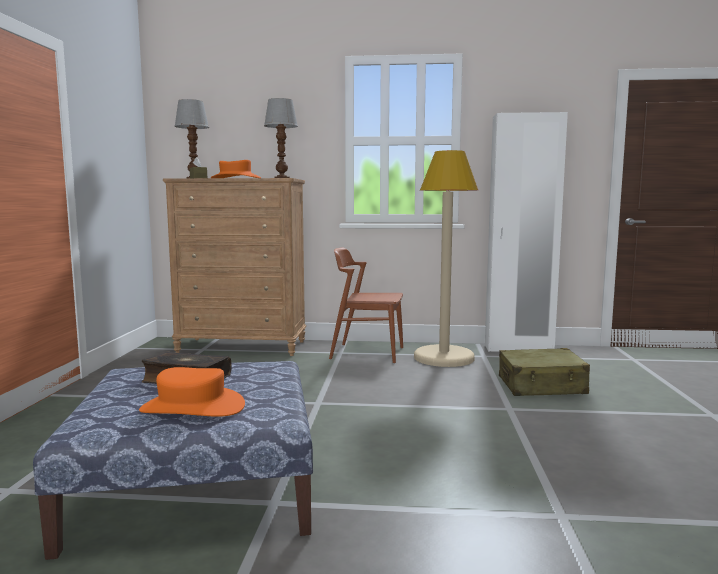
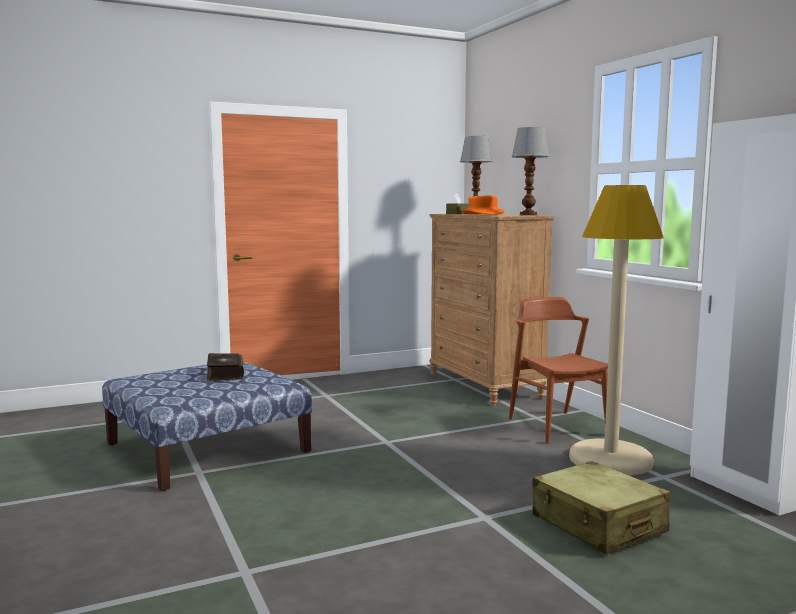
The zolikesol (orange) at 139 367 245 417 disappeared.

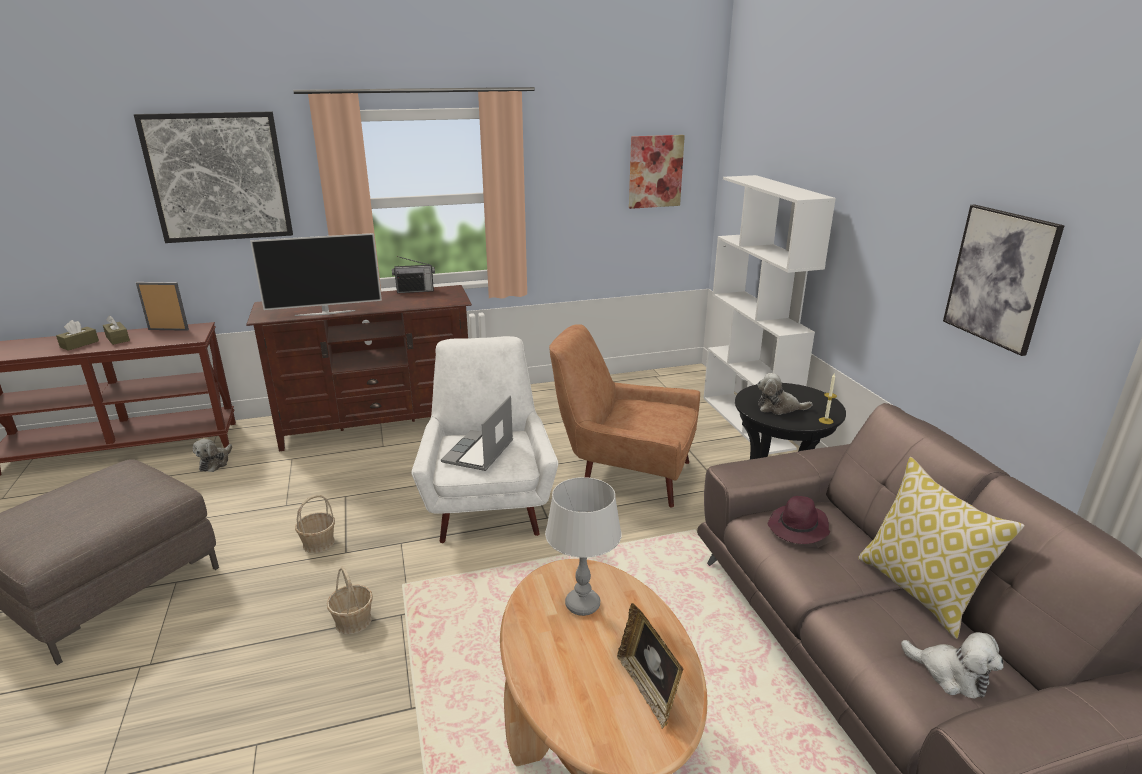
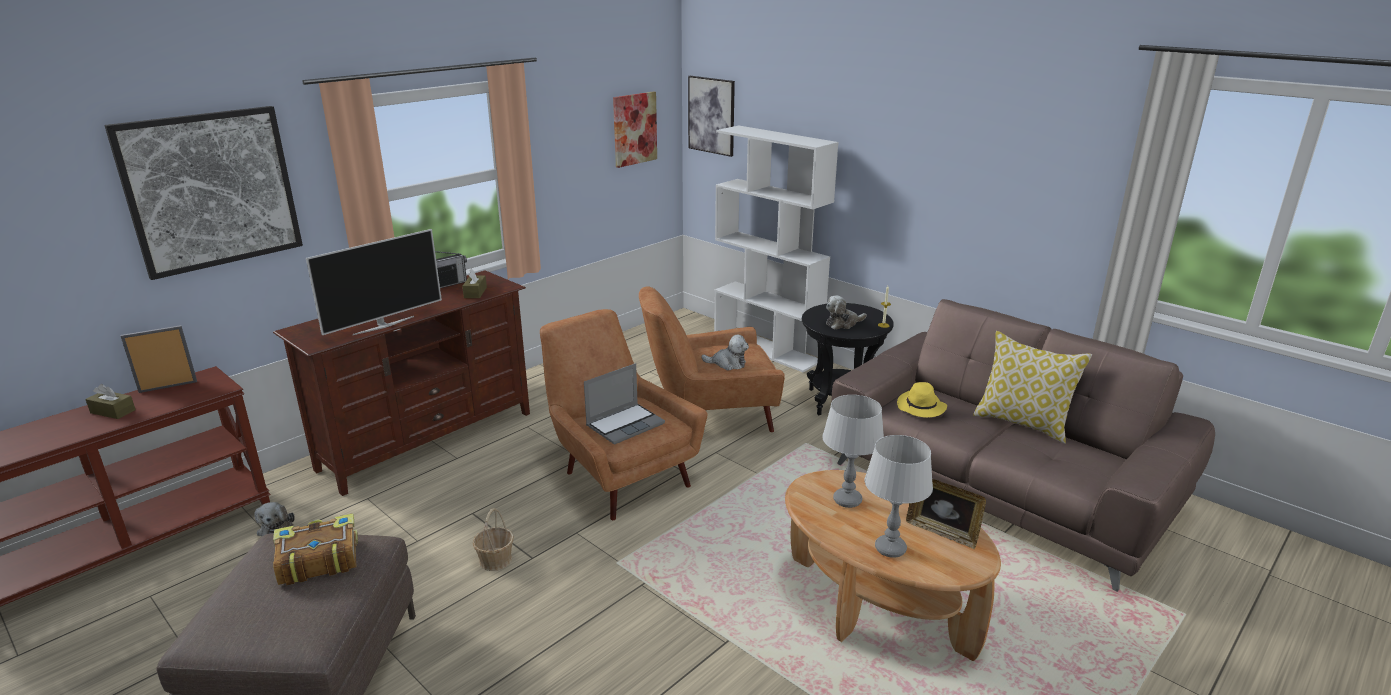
The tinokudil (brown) moved from 56 320 99 351 to 462 268 487 298.
The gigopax at 327 567 373 634 disappeared.
The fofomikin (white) at 412 336 558 543 became the fofomikin (brown) at 540 309 707 520.
The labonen at 441 396 513 471 turned 120 degrees counterclockwise.
The zolikesol (purple) at 768 496 830 544 became the zolikesol (yellow) at 897 382 947 418.
The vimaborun moved from 901 632 1004 699 to 701 335 749 370.
The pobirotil moved from 943 204 1065 356 to 688 76 735 157.
The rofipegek at 273 513 358 585 appeared.
The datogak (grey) at 865 435 933 558 appeared.

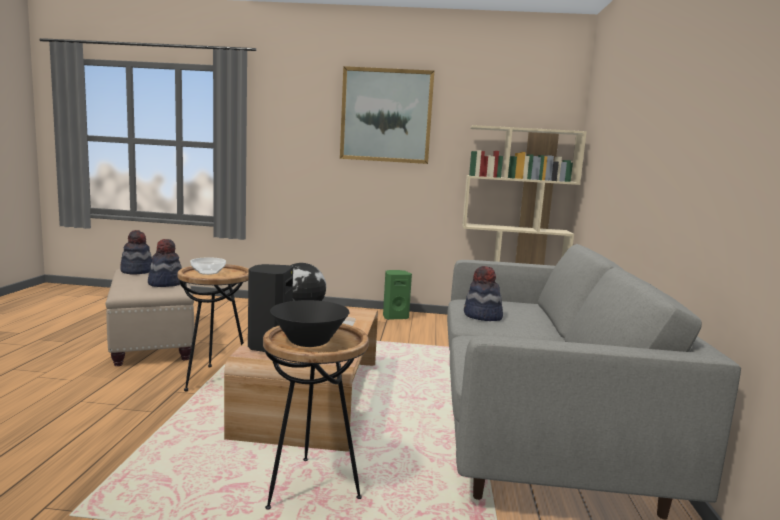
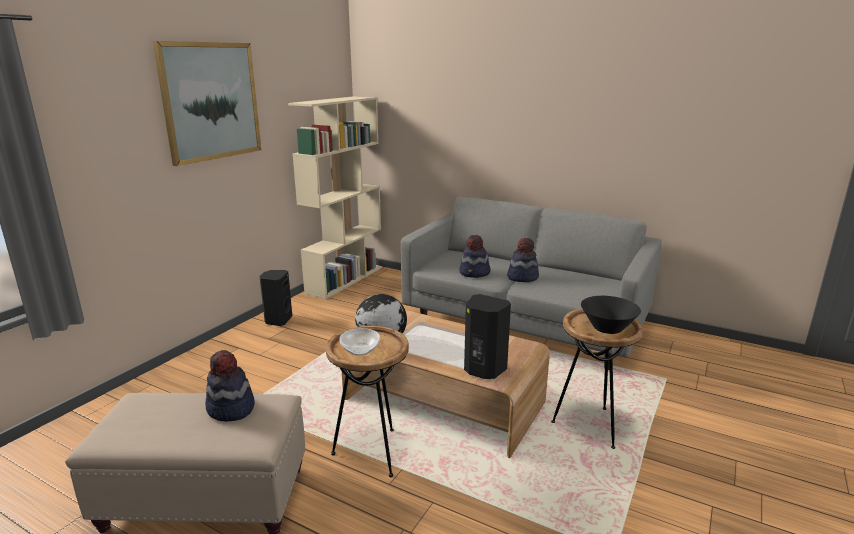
The zolikesol moved from 120 230 152 275 to 507 238 539 282.
The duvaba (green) at 383 270 412 320 became the duvaba (black) at 259 270 292 326.

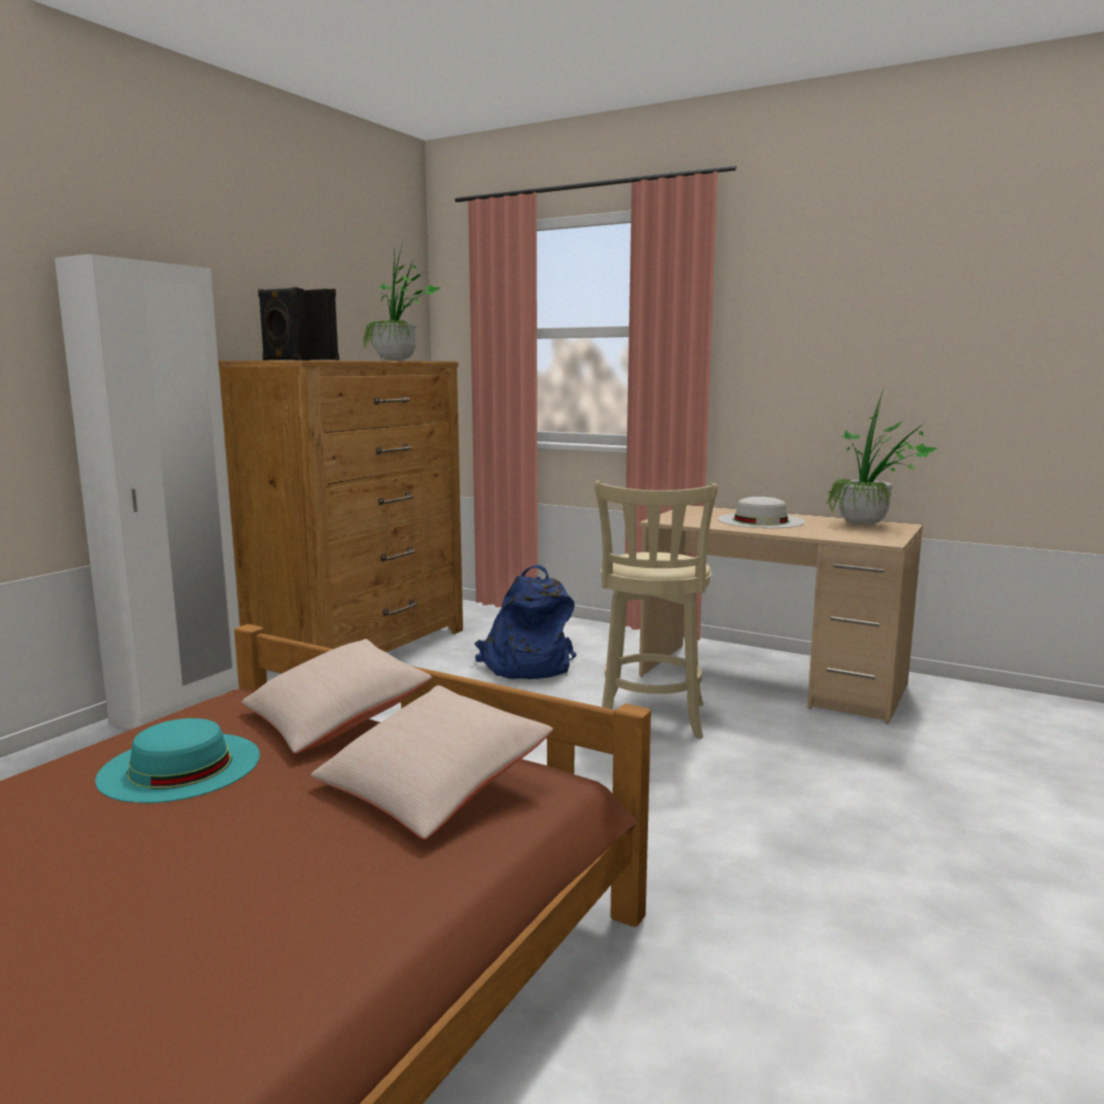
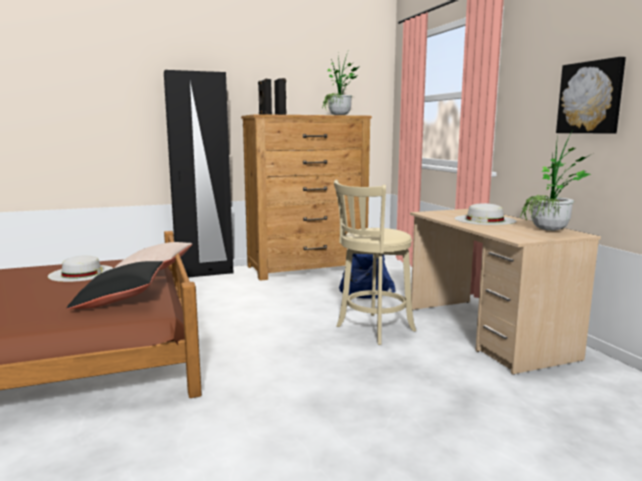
The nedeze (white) at 55 254 239 730 became the nedeze (black) at 164 70 233 278.
The zolikesol (turquoise) at 95 718 260 803 became the zolikesol (white) at 48 255 113 282.
The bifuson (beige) at 311 685 553 840 became the bifuson (black) at 67 261 163 309.
The pobirotil at 556 57 626 134 appeared.

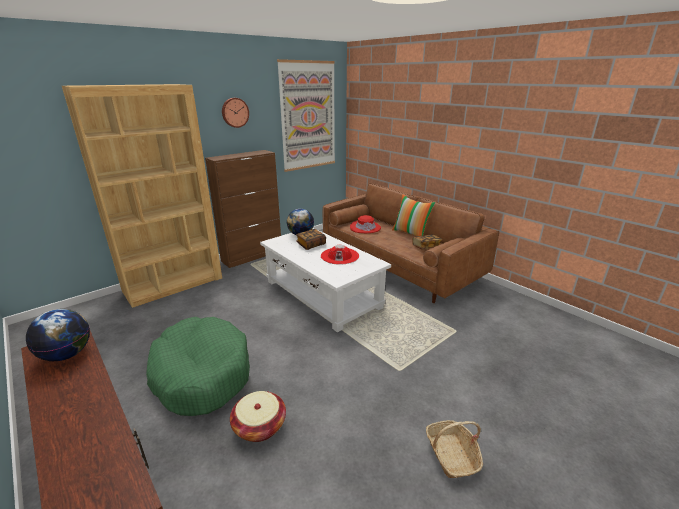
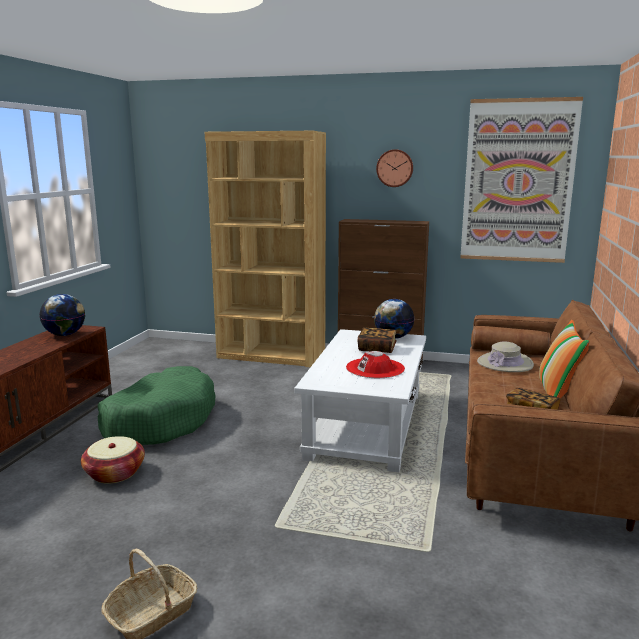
The zolikesol (red) at 350 215 381 233 became the zolikesol (beige) at 477 341 534 372.

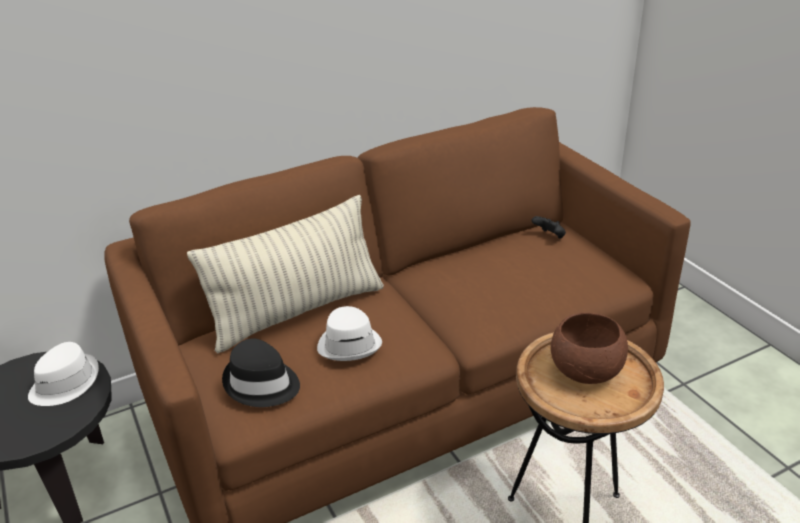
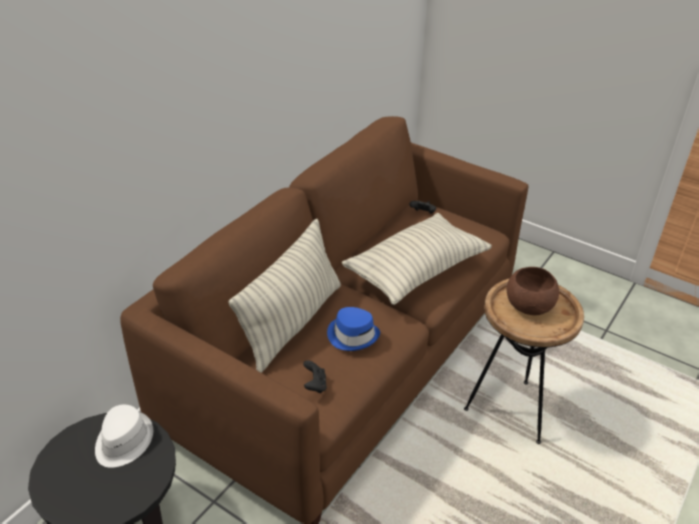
The zolikesol (black) at 222 338 300 407 was replaced by the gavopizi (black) at 303 360 327 393.
The zolikesol (white) at 317 306 382 361 became the zolikesol (blue) at 327 307 380 351.
The bifuson at 342 213 492 305 appeared.

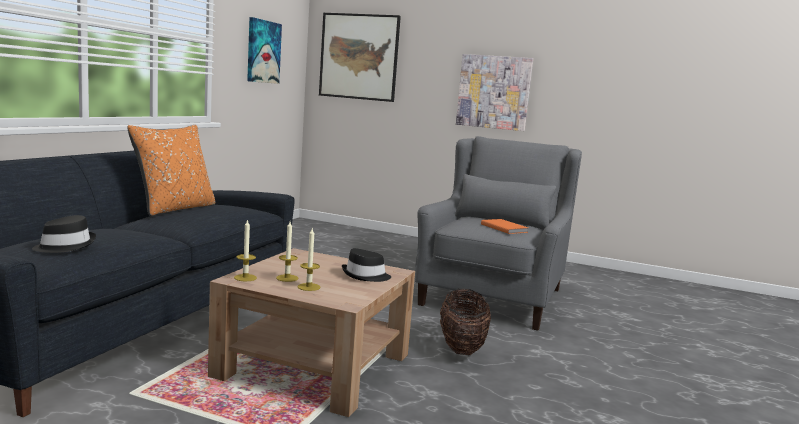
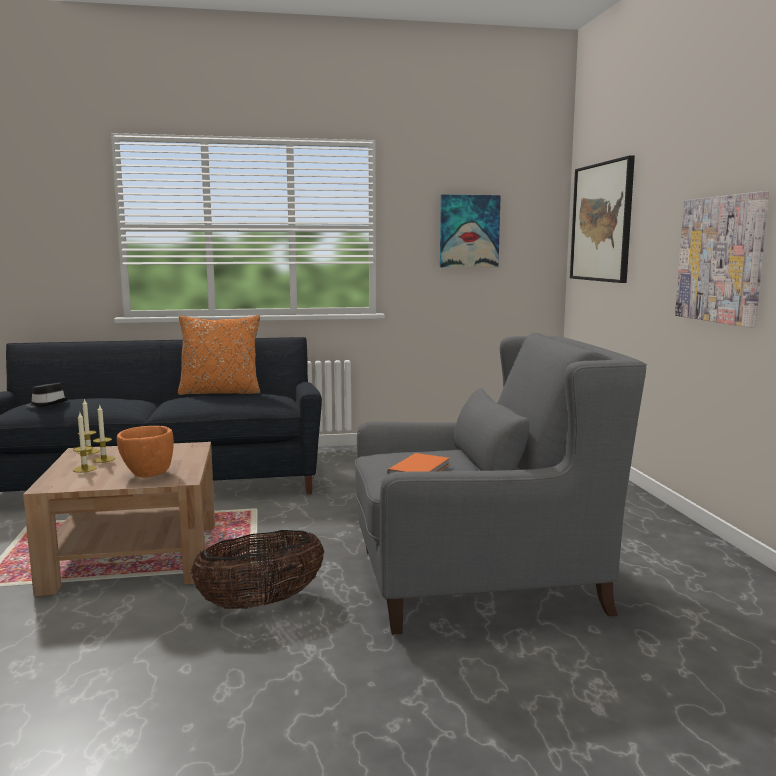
The zolikesol (black) at 342 248 391 282 was replaced by the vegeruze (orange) at 117 426 174 477.

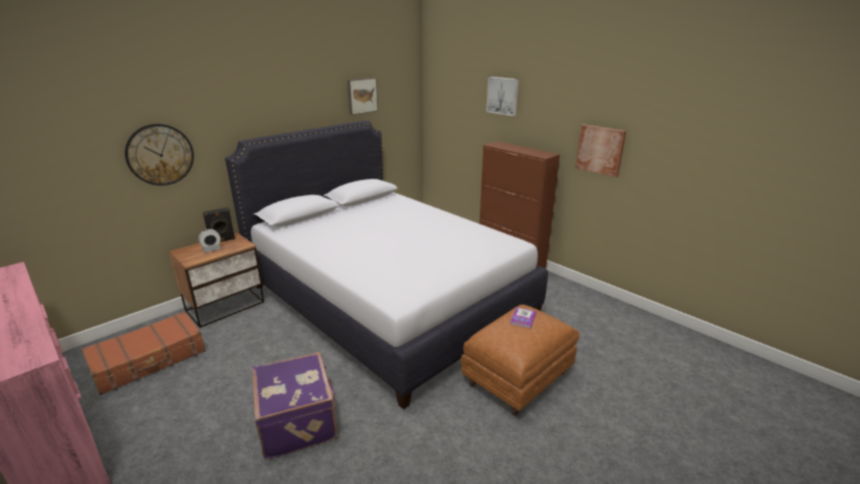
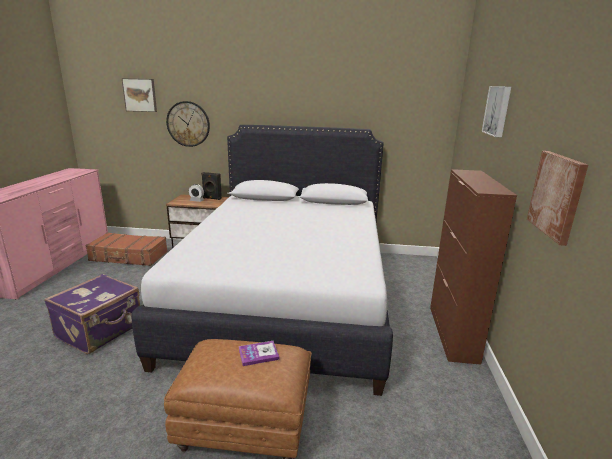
The pobirotil moved from 347 78 378 115 to 122 78 157 112.

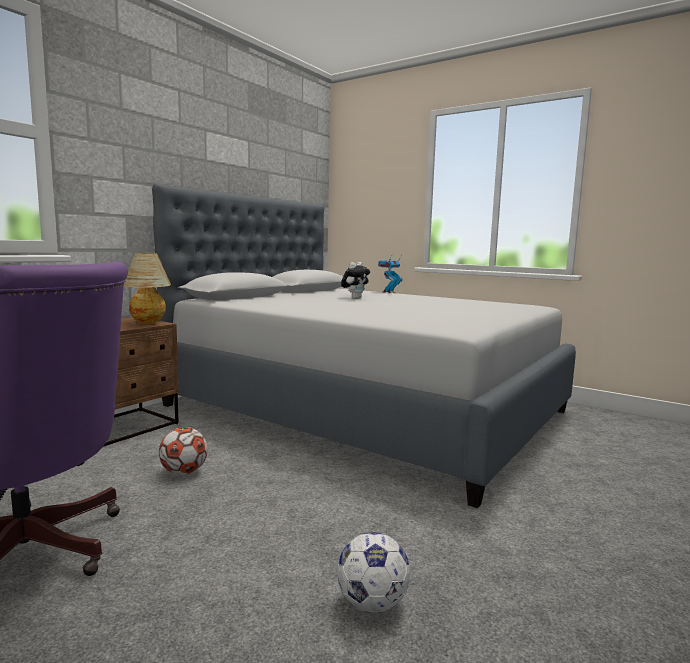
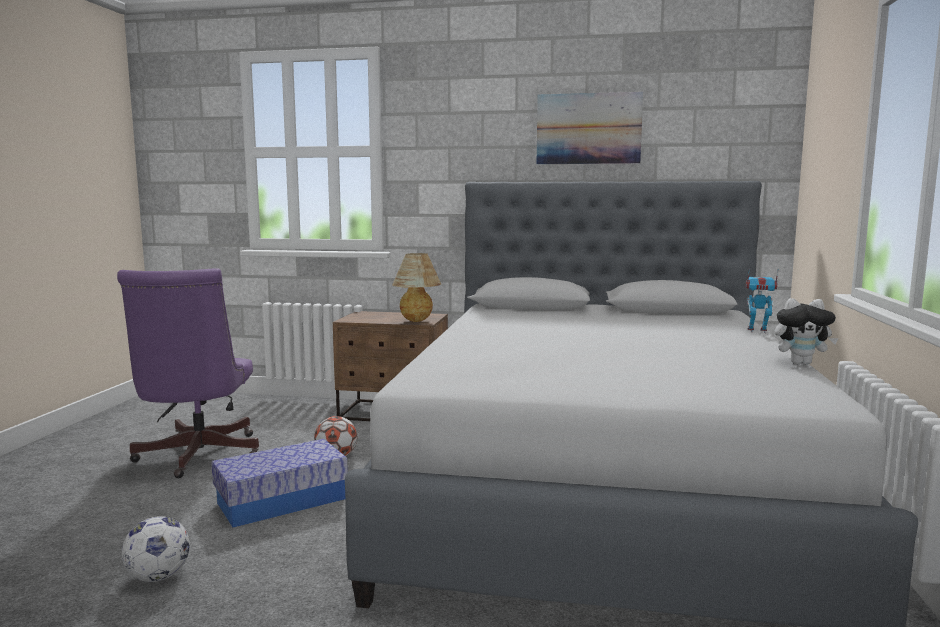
The vimaborun moved from 341 262 370 299 to 774 298 839 365.
The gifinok at 211 439 348 527 appeared.
The pobirotil at 537 92 643 164 appeared.

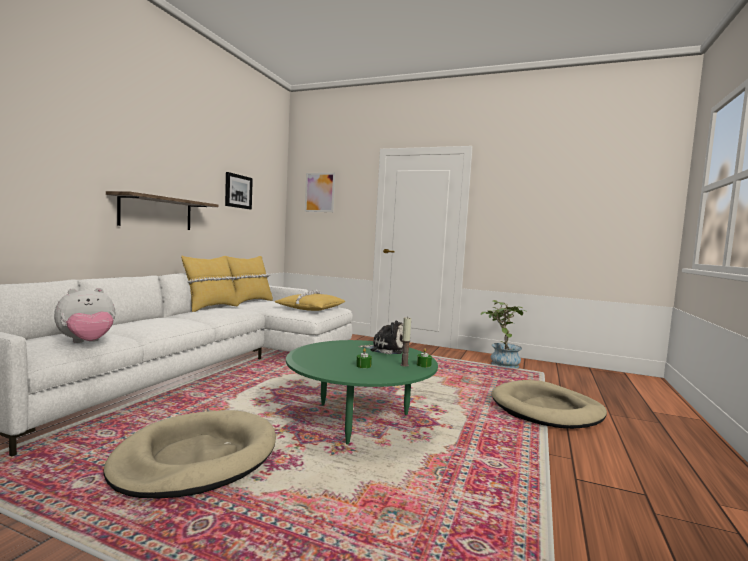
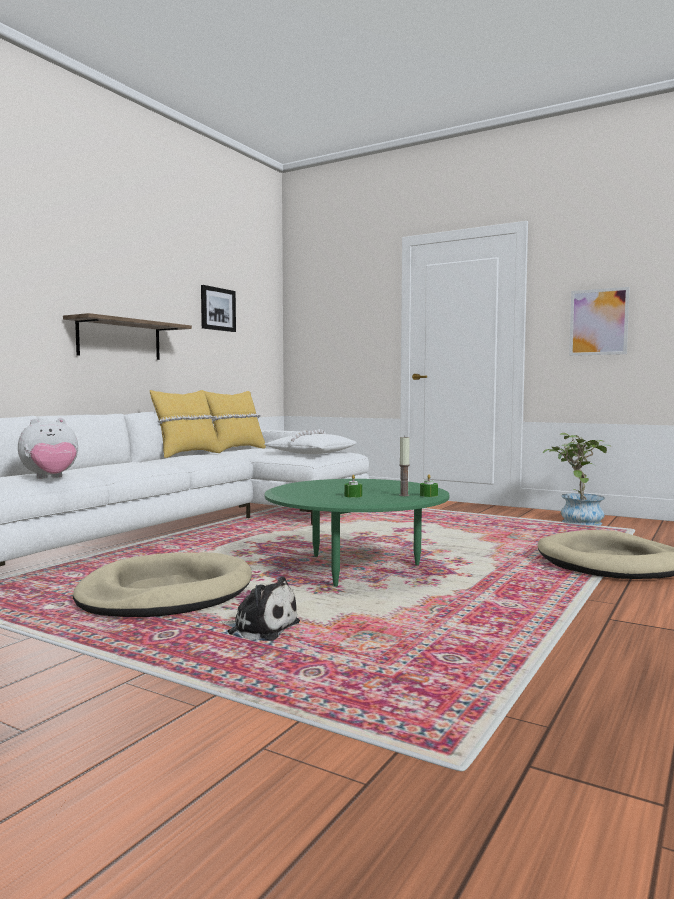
The bifuson (yellow) at 274 290 345 311 became the bifuson (white) at 264 429 357 454.
The pobirotil moved from 305 173 335 212 to 569 287 630 356.
The vimaborun moved from 358 321 403 354 to 219 577 300 641.

